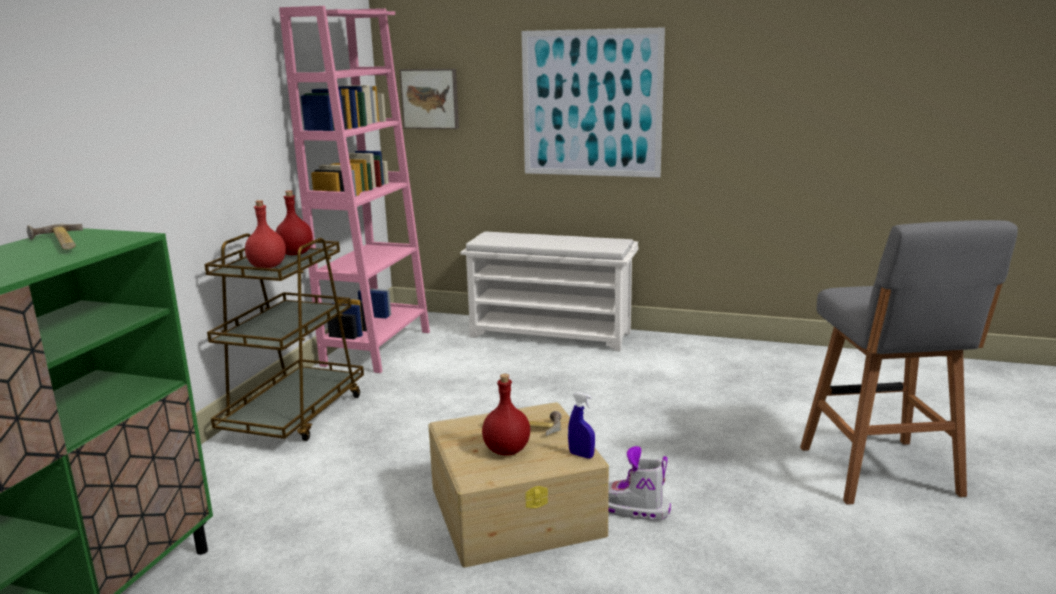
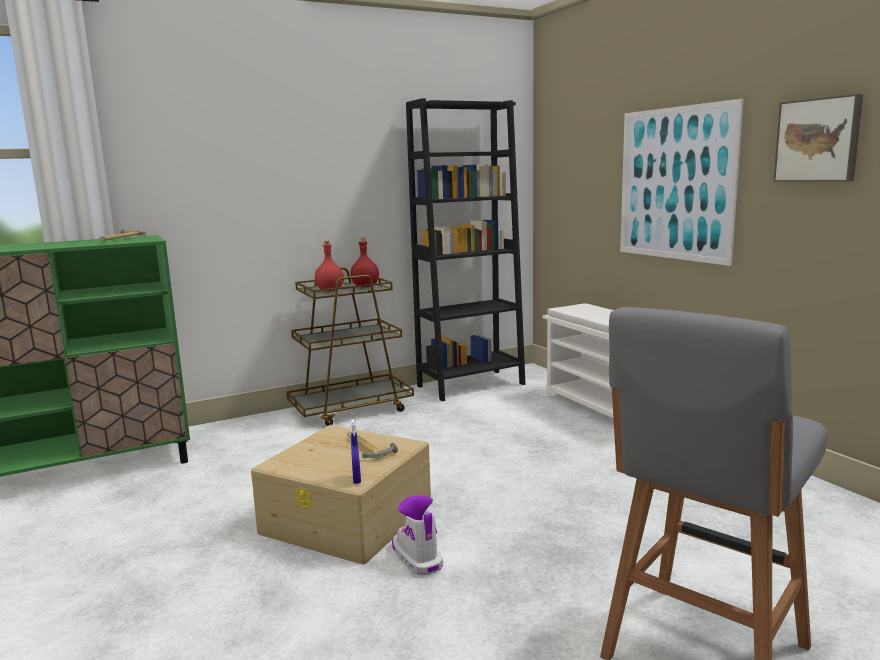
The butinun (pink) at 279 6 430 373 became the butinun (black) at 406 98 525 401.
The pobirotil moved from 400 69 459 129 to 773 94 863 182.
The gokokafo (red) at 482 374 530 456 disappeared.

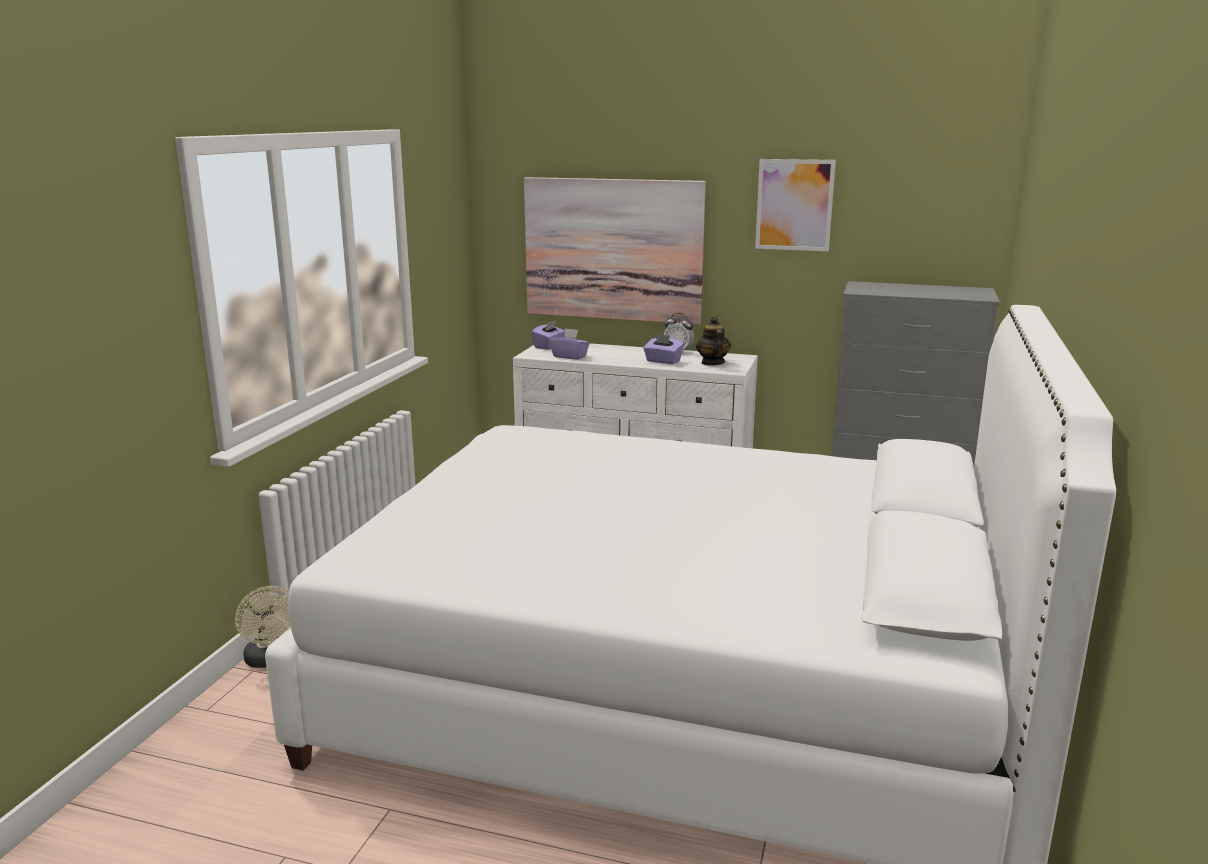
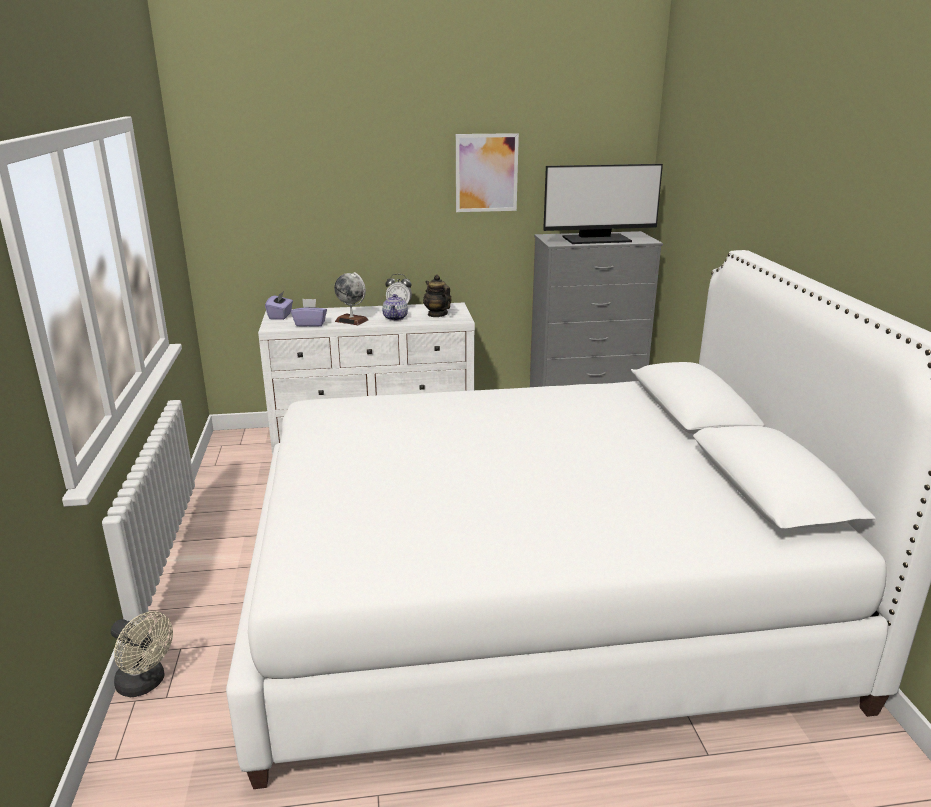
The pobirotil at 524 177 706 324 disappeared.
The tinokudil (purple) at 643 334 684 364 was replaced by the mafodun at 382 294 408 321.
The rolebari at 334 272 368 325 appeared.
The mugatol at 543 164 663 244 appeared.

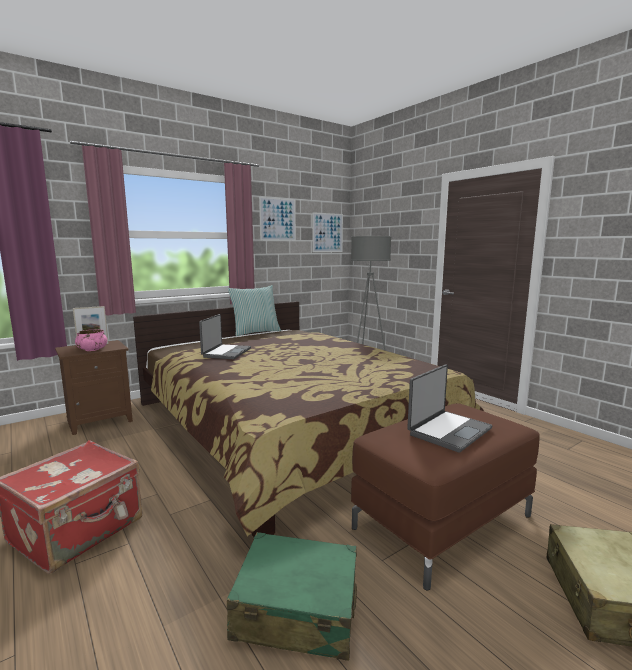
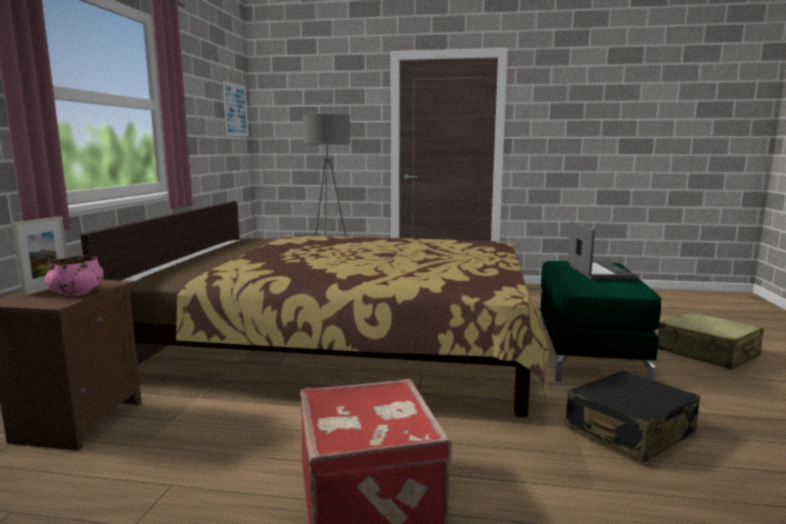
The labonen at 199 314 251 359 disappeared.
The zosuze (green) at 227 532 357 661 became the zosuze (black) at 565 370 700 463.
The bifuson at 228 285 281 336 disappeared.
The pobirotil at 259 197 296 241 disappeared.
The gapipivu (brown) at 351 403 540 591 became the gapipivu (green) at 540 261 661 381.

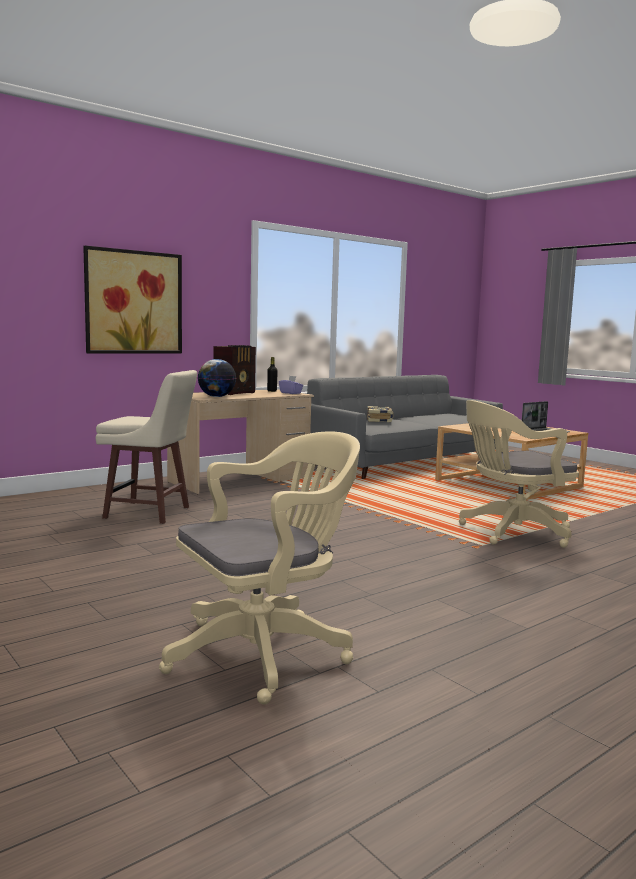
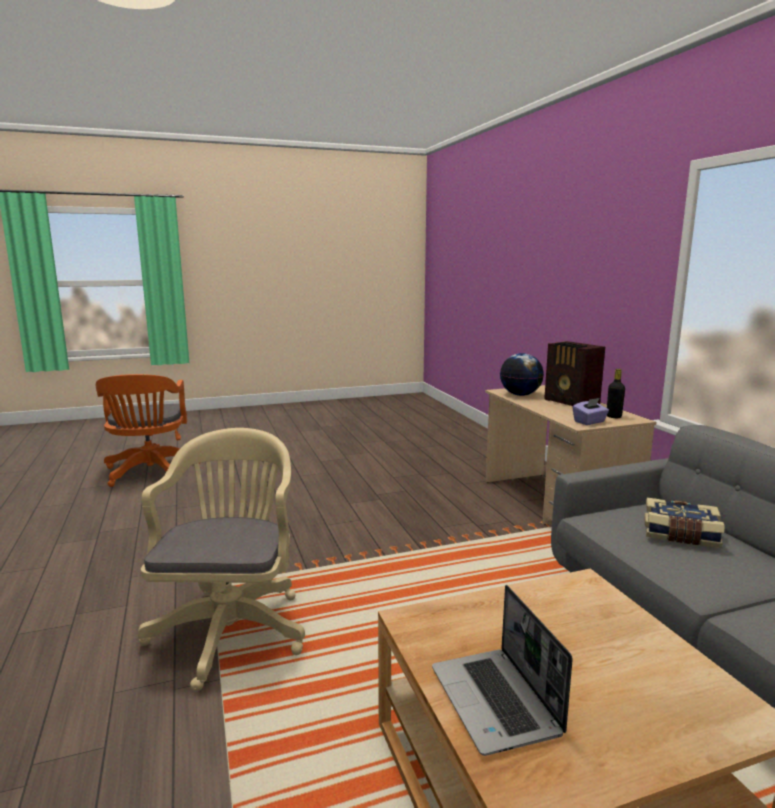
The pobirotil at 83 246 182 353 disappeared.
The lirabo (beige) at 96 370 197 524 disappeared.
The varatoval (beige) at 159 432 360 705 became the varatoval (orange) at 96 374 200 487.

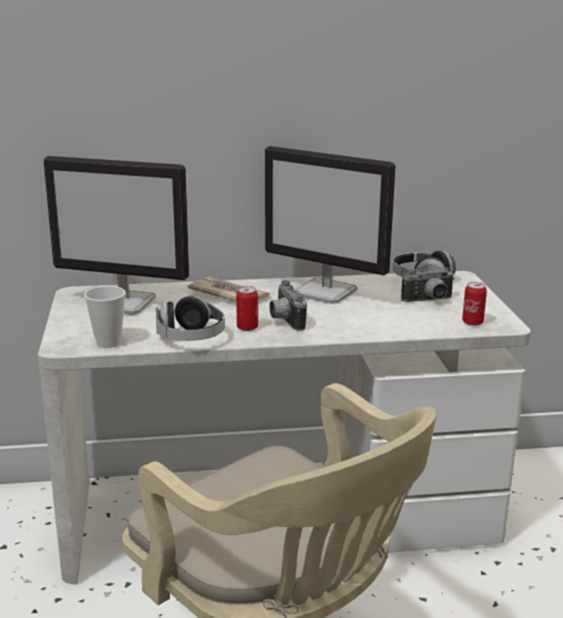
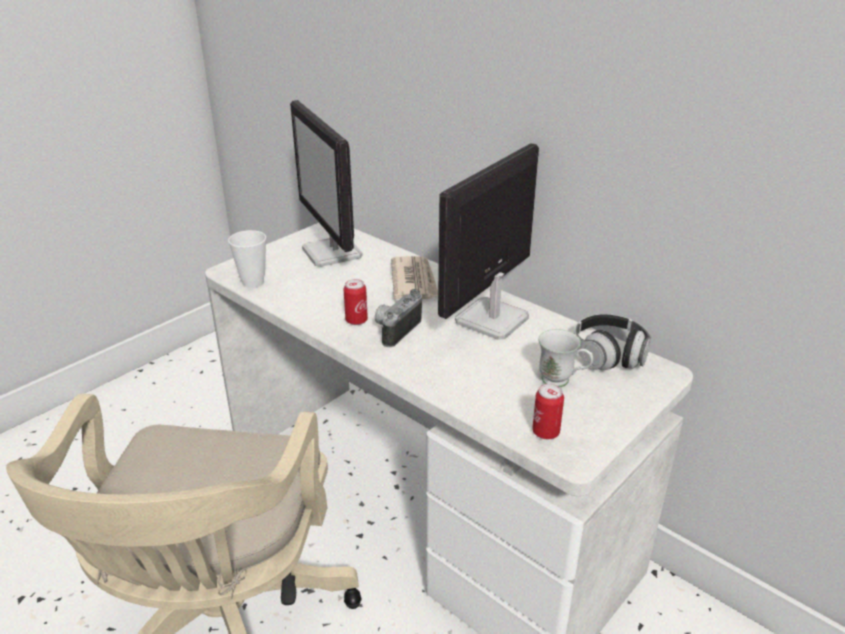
The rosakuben at 156 295 225 341 disappeared.
The mugatol at 265 146 396 304 turned 45 degrees clockwise.
The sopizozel at 401 267 455 302 was replaced by the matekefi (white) at 538 329 593 387.

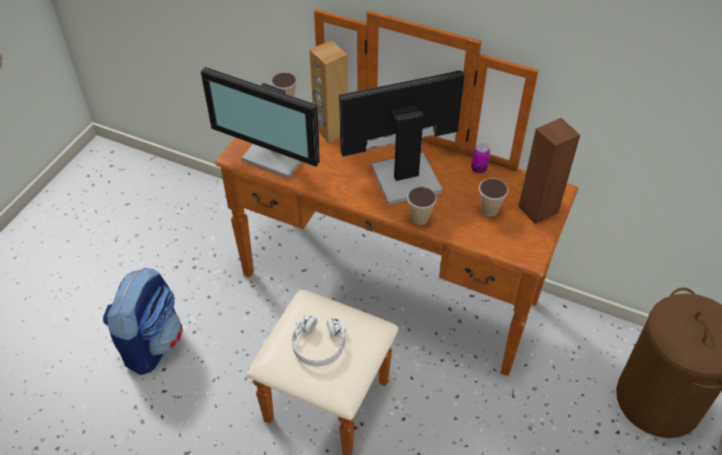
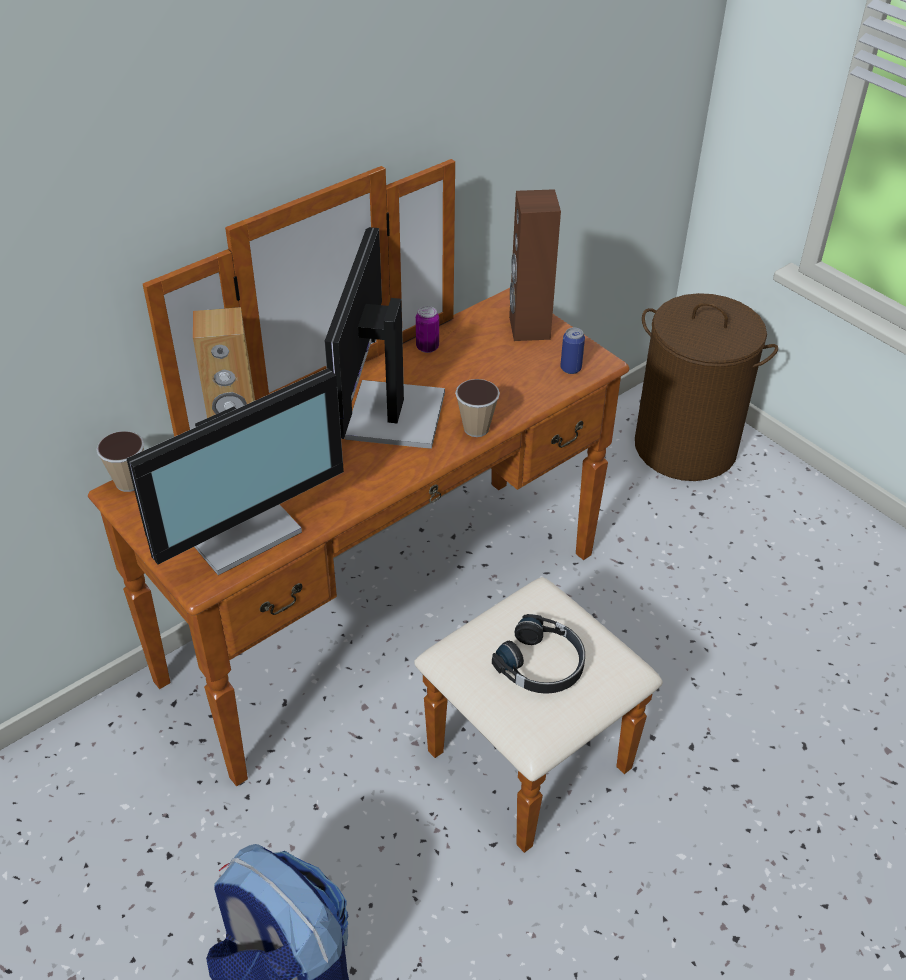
The rosakuben (white) at 292 315 346 366 became the rosakuben (black) at 492 614 585 694.
The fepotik at 479 178 508 216 disappeared.
The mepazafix at 560 327 585 374 appeared.

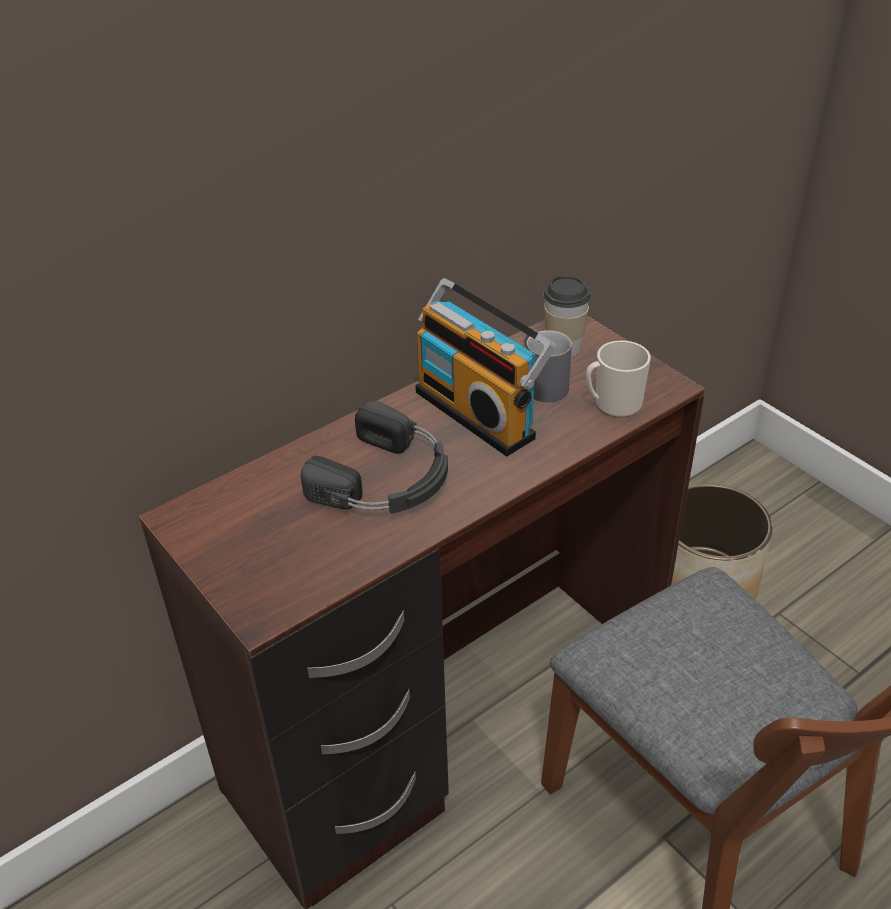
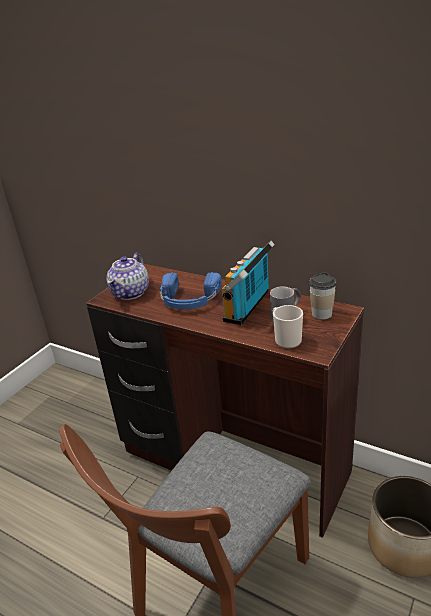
The rosakuben (black) at 301 401 448 513 became the rosakuben (blue) at 160 272 222 309.
The mafodun at 107 253 149 300 appeared.

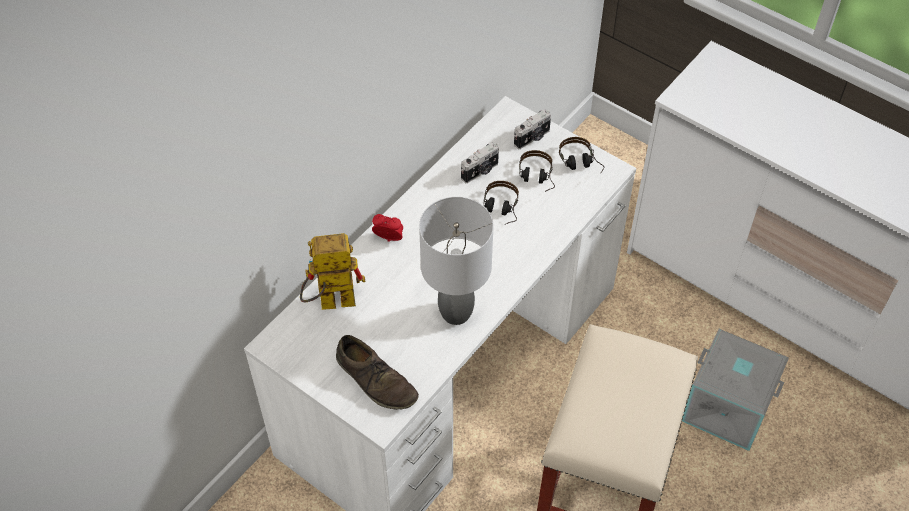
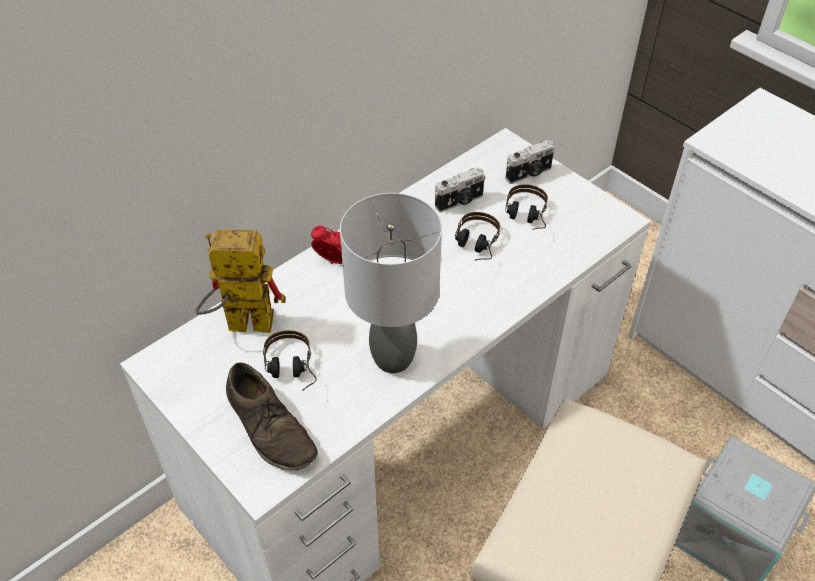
The rosakuben moved from 559 137 604 173 to 263 330 316 391.

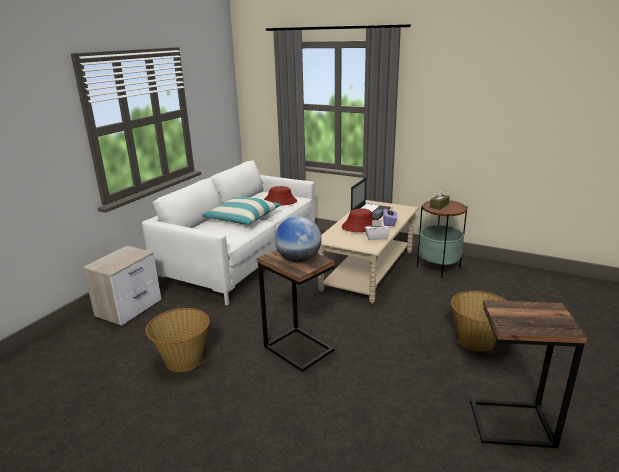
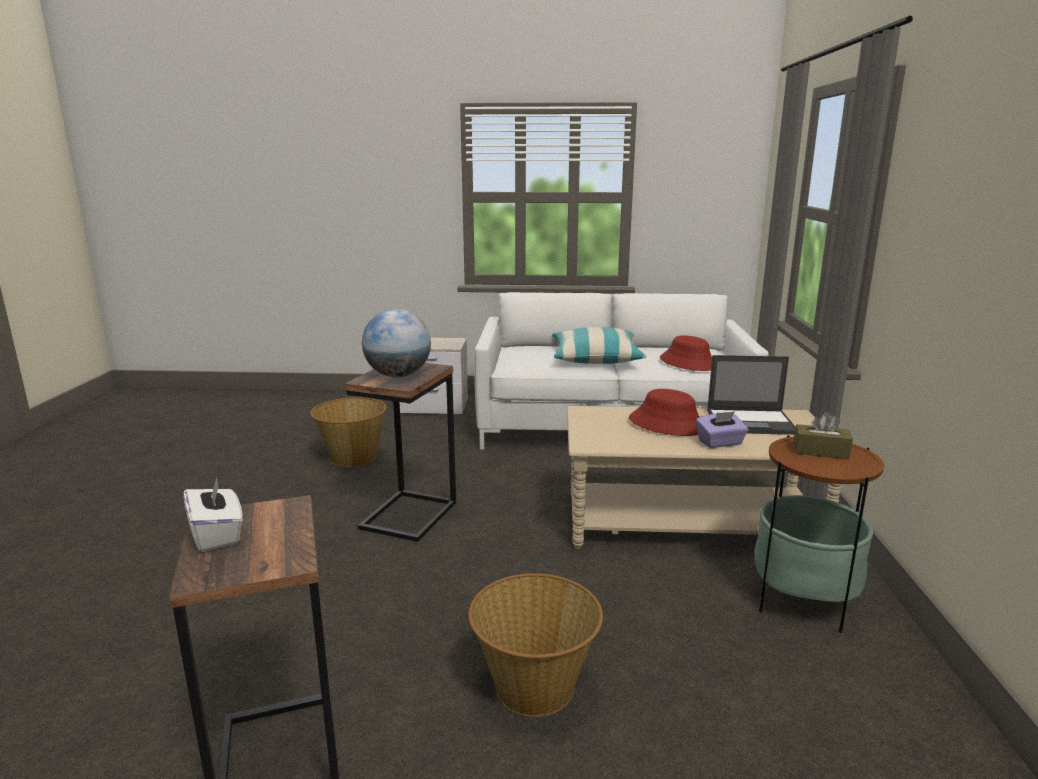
The tinokudil (white) moved from 365 220 390 240 to 183 477 243 552.

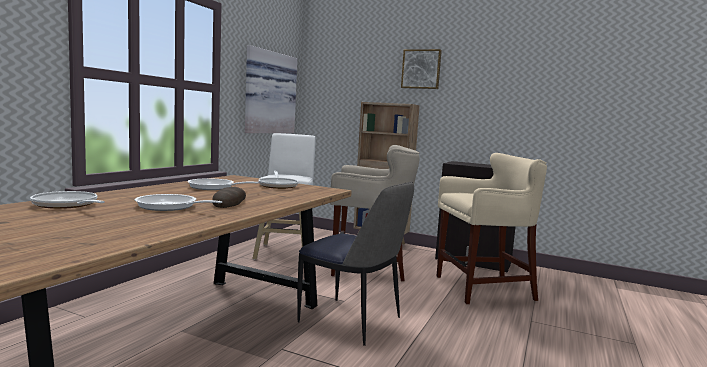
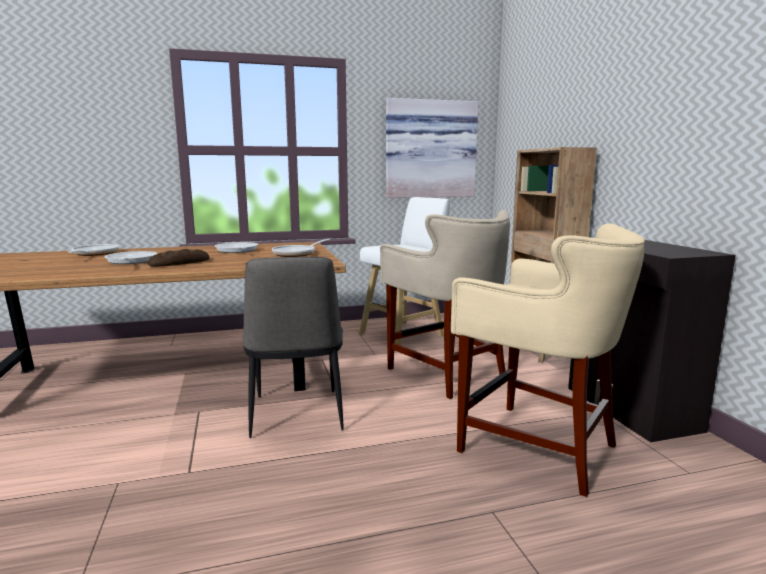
The pobirotil at 401 49 442 89 disappeared.

